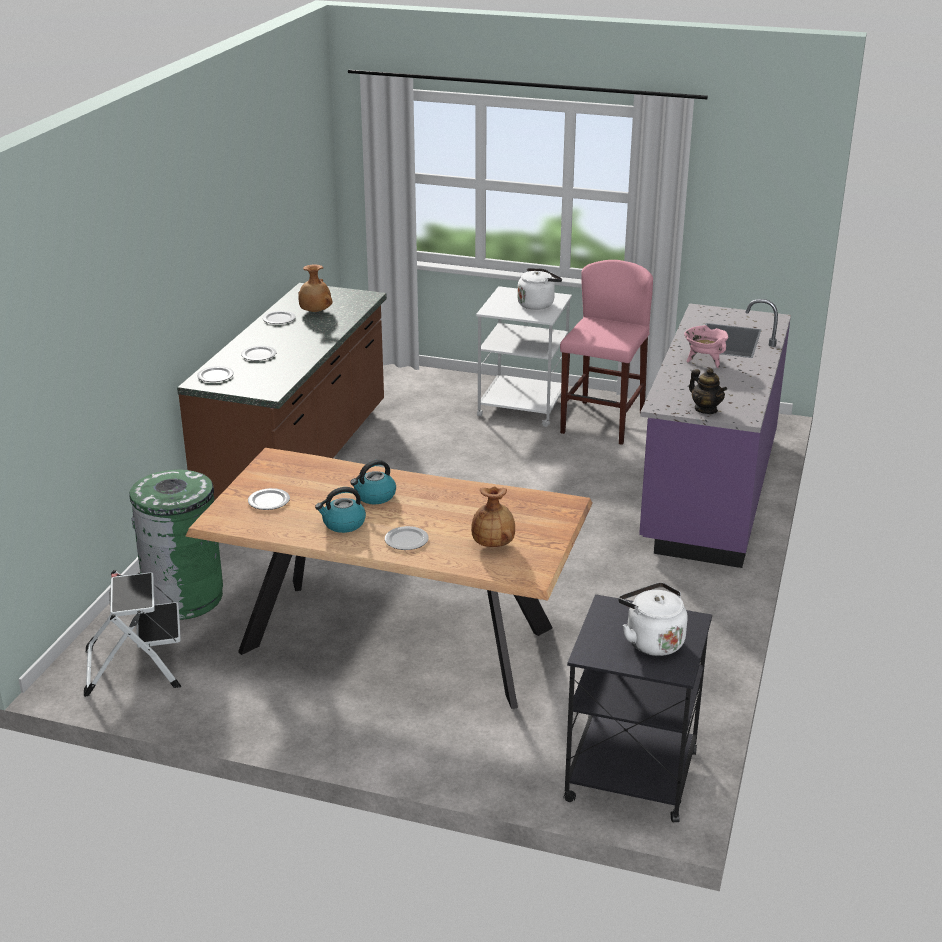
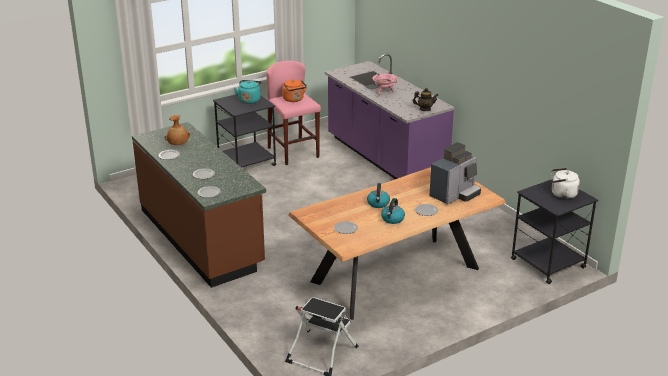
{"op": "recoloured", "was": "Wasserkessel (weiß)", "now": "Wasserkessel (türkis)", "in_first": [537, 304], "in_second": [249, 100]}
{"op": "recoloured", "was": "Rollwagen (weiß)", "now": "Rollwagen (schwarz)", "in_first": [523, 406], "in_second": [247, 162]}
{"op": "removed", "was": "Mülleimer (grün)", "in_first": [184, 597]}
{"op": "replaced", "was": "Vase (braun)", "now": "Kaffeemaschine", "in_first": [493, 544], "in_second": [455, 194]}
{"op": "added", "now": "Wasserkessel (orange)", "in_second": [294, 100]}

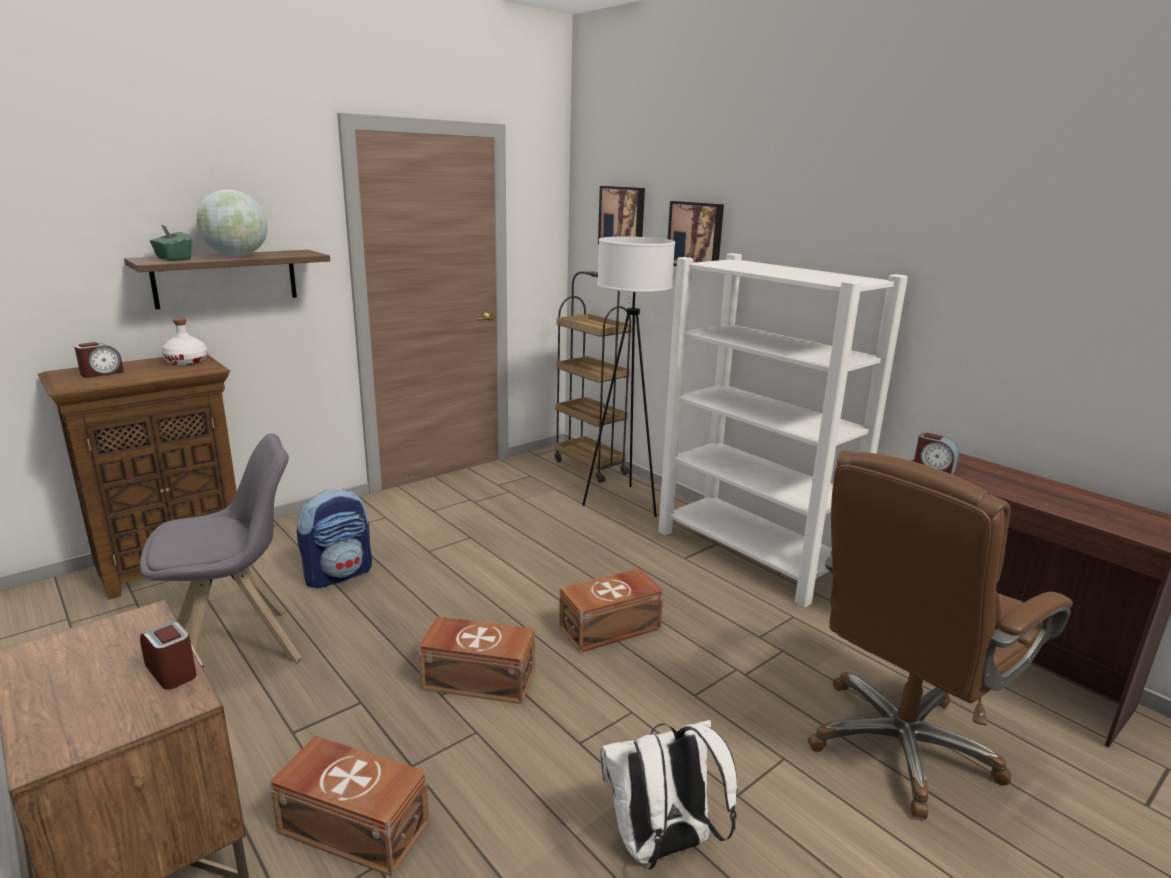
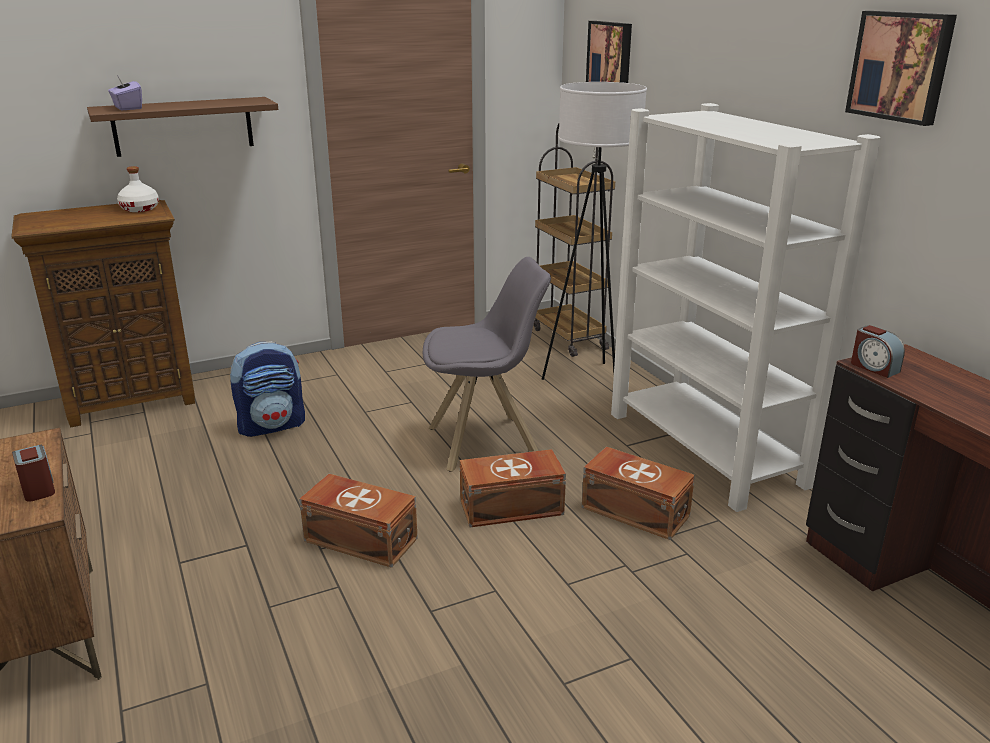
{"op": "removed", "was": "Globus", "in_first": [236, 256]}
{"op": "moved", "was": "Bild", "in_first": [696, 235], "in_second": [901, 66]}
{"op": "recoloured", "was": "Taschentuchbox (grün)", "now": "Taschentuchbox (lila)", "in_first": [173, 259], "in_second": [127, 108]}
{"op": "removed", "was": "Wecker", "in_first": [102, 373]}
{"op": "moved", "was": "Stuhl (grau)", "in_first": [237, 649], "in_second": [484, 442]}
{"op": "removed", "was": "Bürostuhl (braun)", "in_first": [902, 741]}
{"op": "removed", "was": "Rucksack (weiß)", "in_first": [661, 847]}
{"op": "moved", "was": "Aufbewahrungsbox (braun)", "in_first": [353, 825], "in_second": [634, 510]}

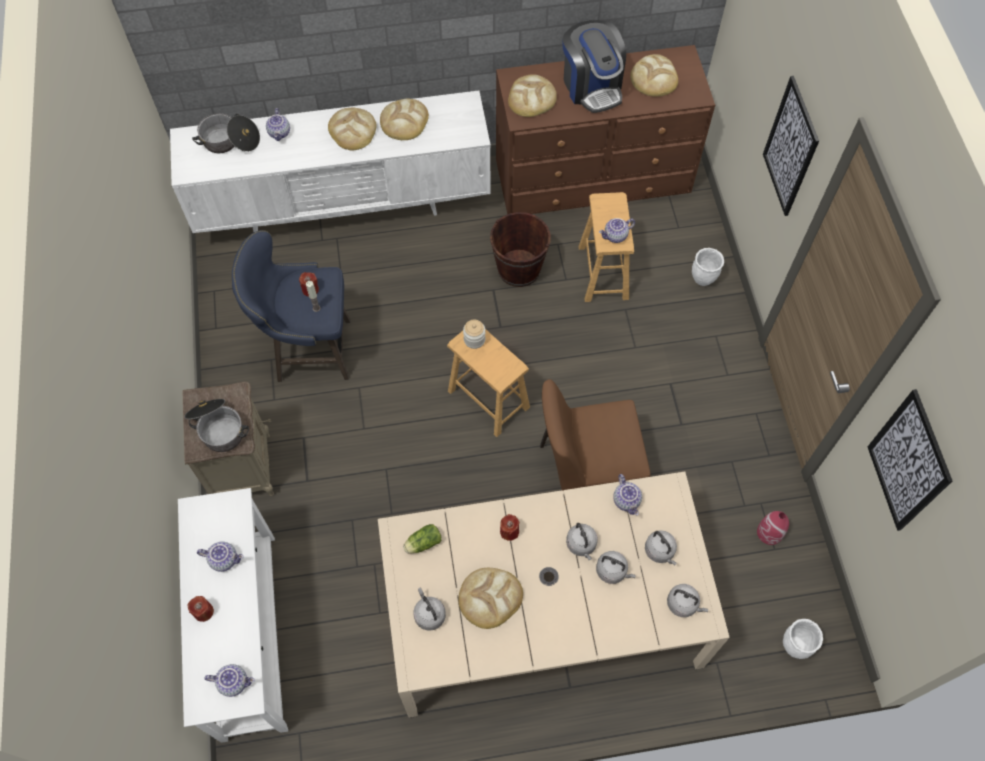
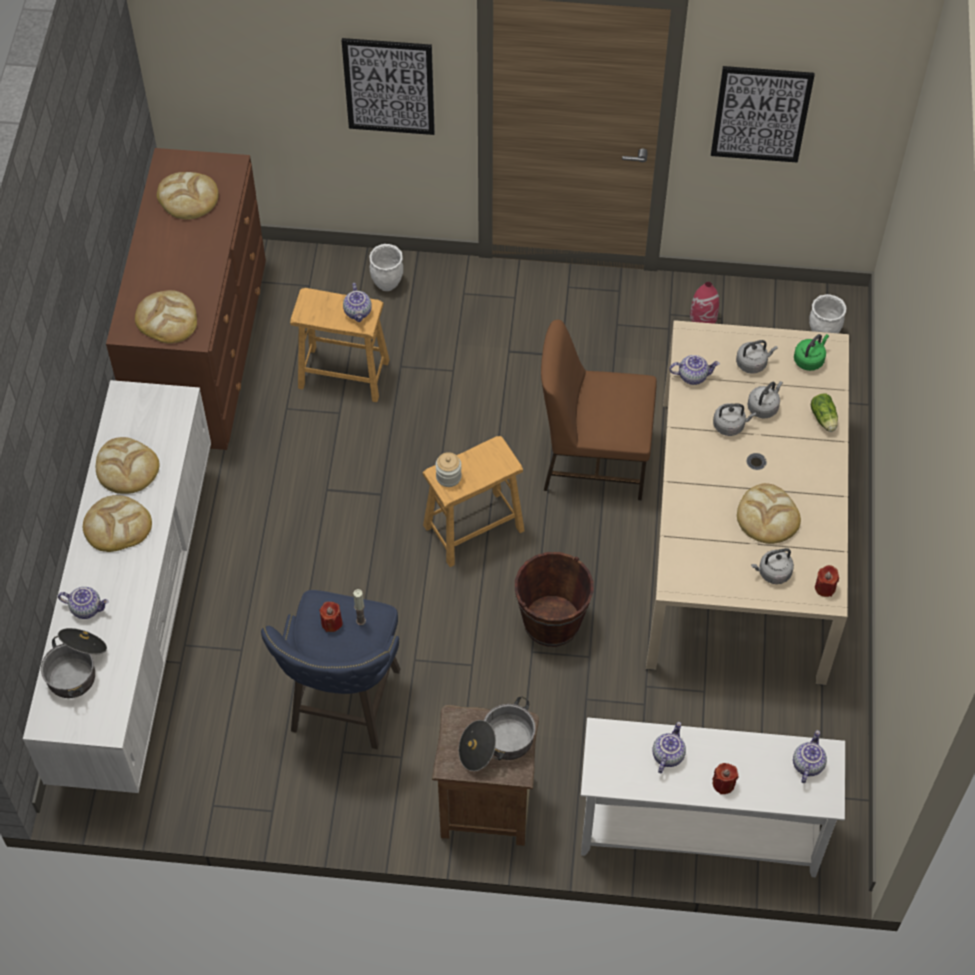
{"op": "removed", "was": "Kaffeemaschine", "in_first": [592, 86]}
{"op": "moved", "was": "Eimer (braun)", "in_first": [519, 269], "in_second": [552, 622]}
{"op": "turned", "was": "Stuhl (braun)", "in_first": [586, 473], "in_second": [593, 457], "clockwise": 90}
{"op": "moved", "was": "Kerze (rot)", "in_first": [509, 531], "in_second": [825, 587]}
{"op": "moved", "was": "Salatkopf", "in_first": [422, 543], "in_second": [824, 419]}
{"op": "recoloured", "was": "Wasserkessel (grau)", "now": "Wasserkessel (grün)", "in_first": [683, 604], "in_second": [809, 359]}

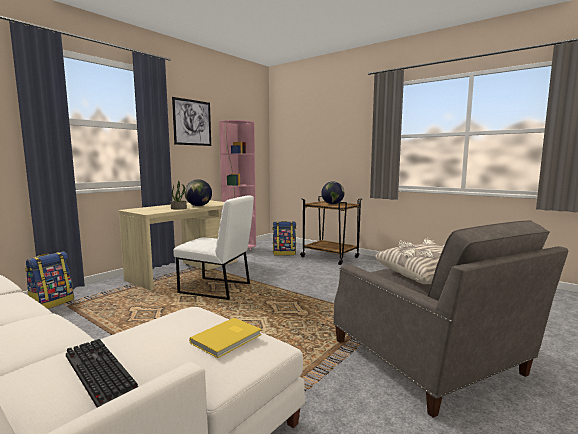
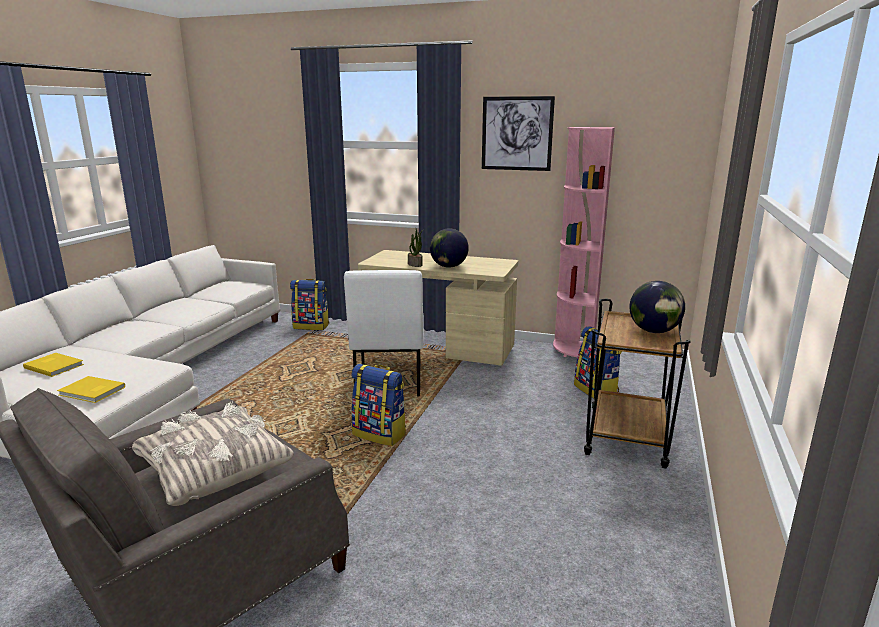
{"op": "replaced", "was": "Tastatur", "now": "Buch (gelb)", "in_first": [96, 373], "in_second": [54, 365]}
{"op": "added", "now": "Rucksack", "in_second": [380, 434]}

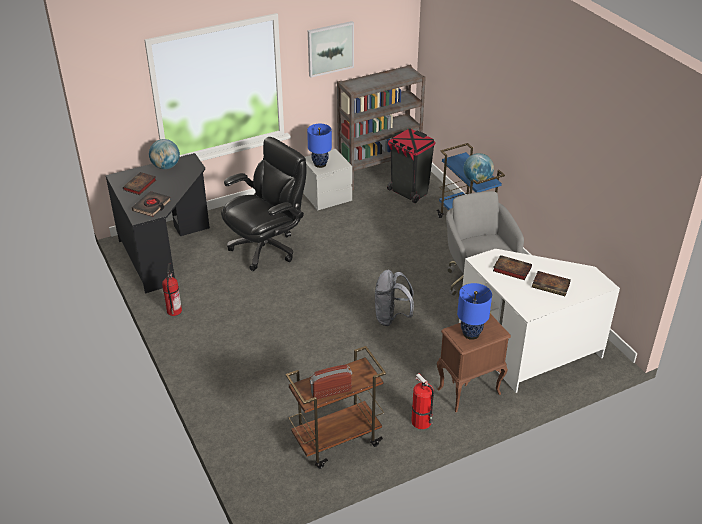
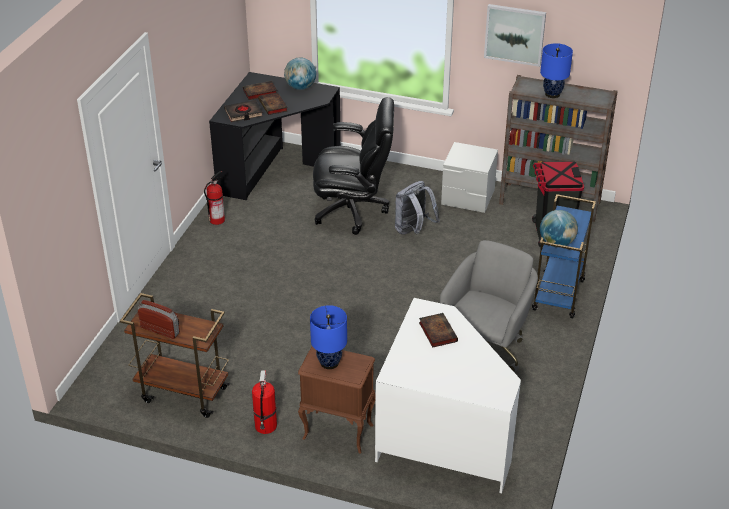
{"op": "moved", "was": "Tischlampe (blau)", "in_first": [320, 164], "in_second": [552, 94]}
{"op": "moved", "was": "Rucksack (grau)", "in_first": [391, 317], "in_second": [413, 231]}
{"op": "moved", "was": "Buch", "in_first": [551, 285], "in_second": [273, 106]}

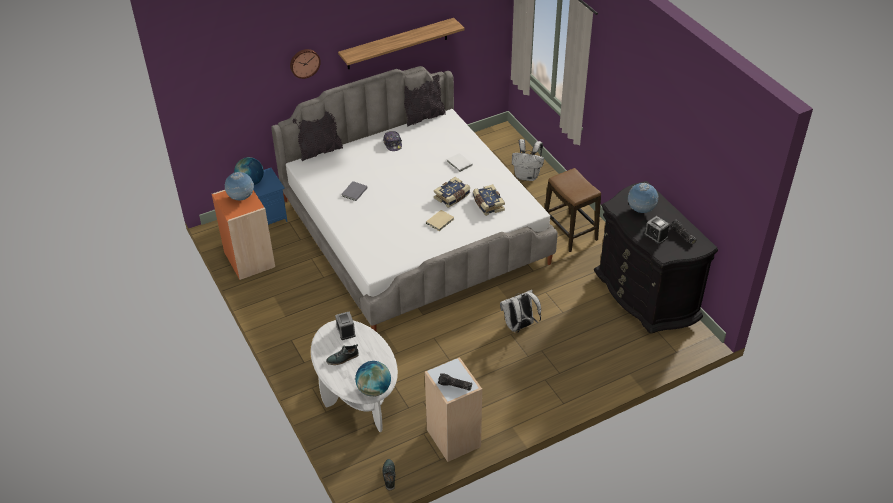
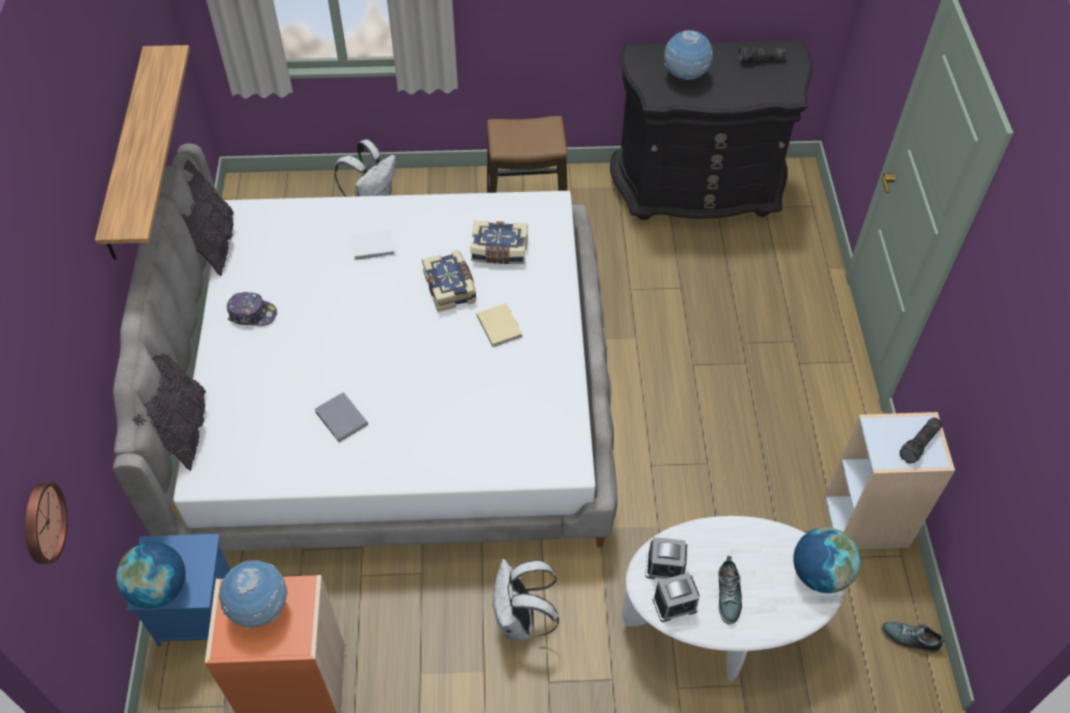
{"op": "moved", "was": "Wanduhr", "in_first": [304, 63], "in_second": [41, 523]}
{"op": "moved", "was": "Wecker", "in_first": [655, 236], "in_second": [674, 604]}
{"op": "moved", "was": "Rucksack (weiß)", "in_first": [519, 326], "in_second": [520, 621]}

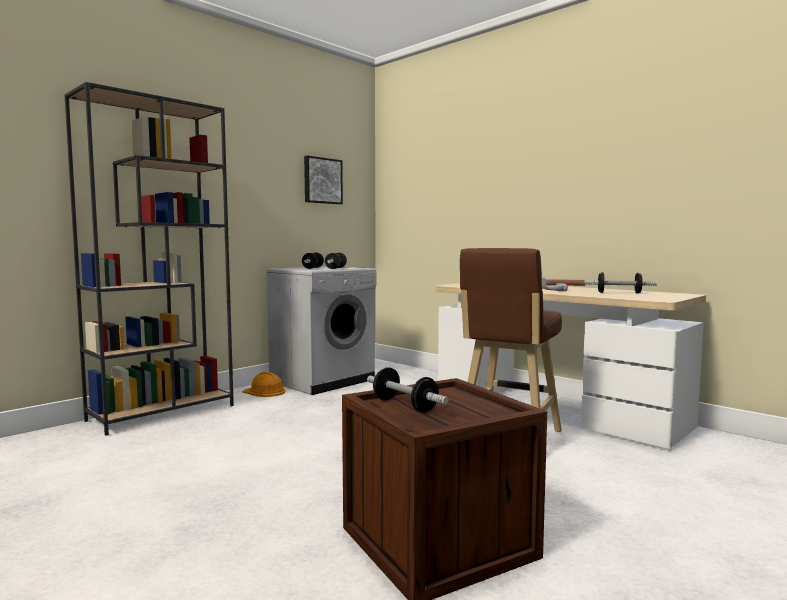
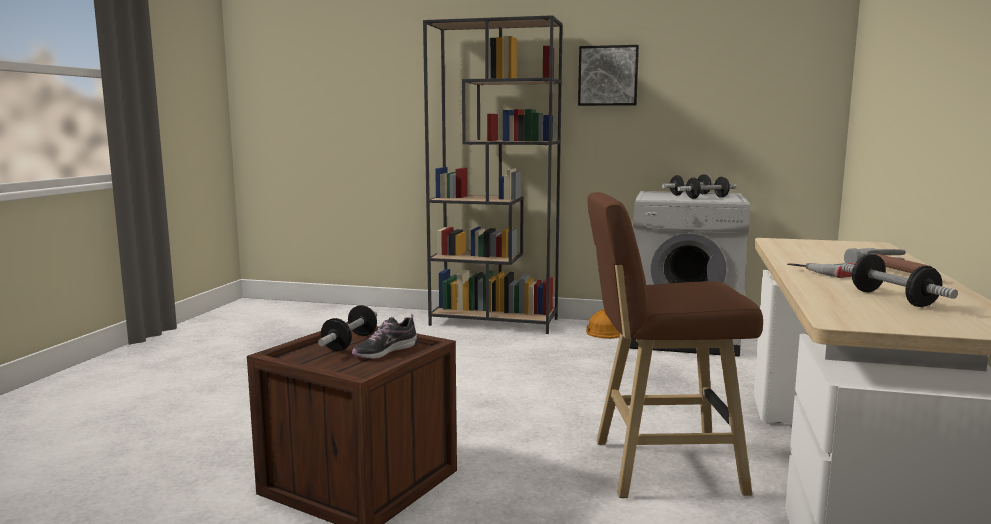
{"op": "moved", "was": "Bild", "in_first": [322, 181], "in_second": [608, 76]}
{"op": "added", "now": "Schuh", "in_second": [385, 352]}

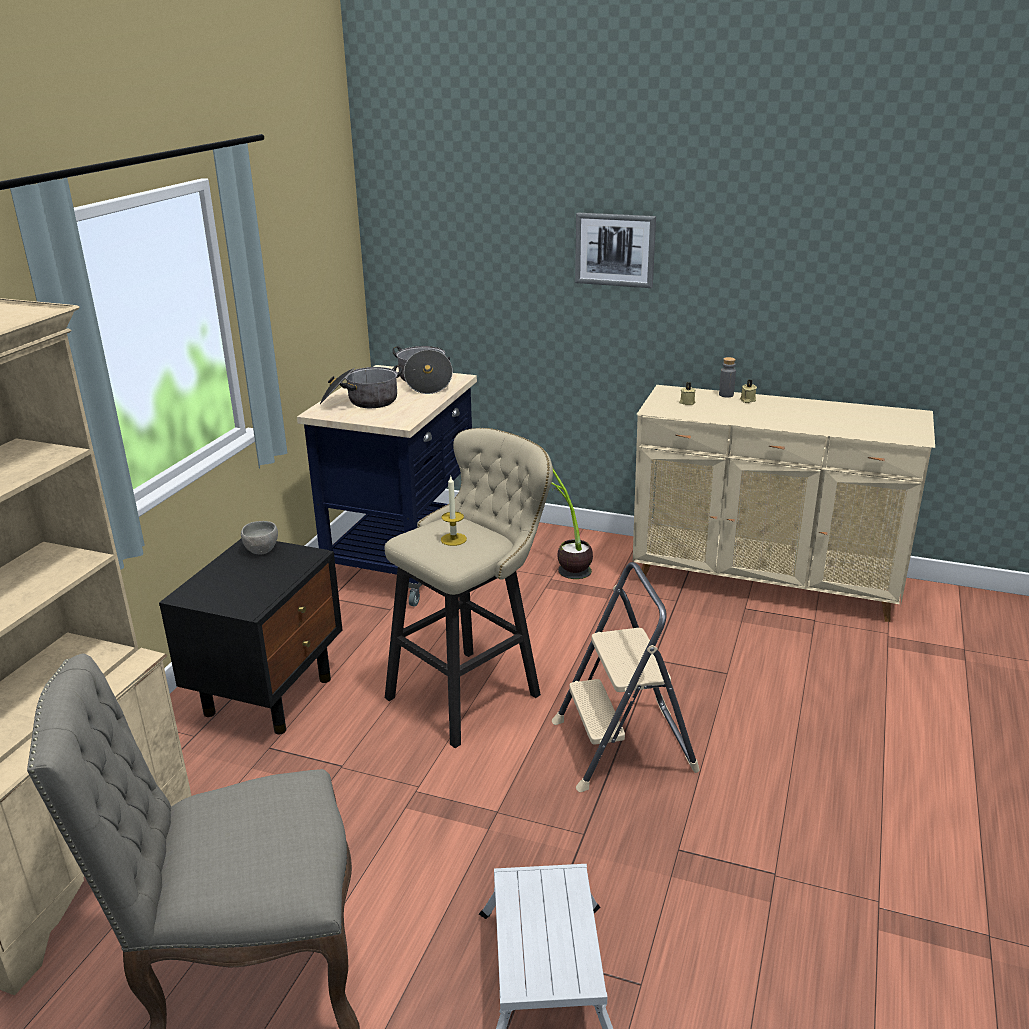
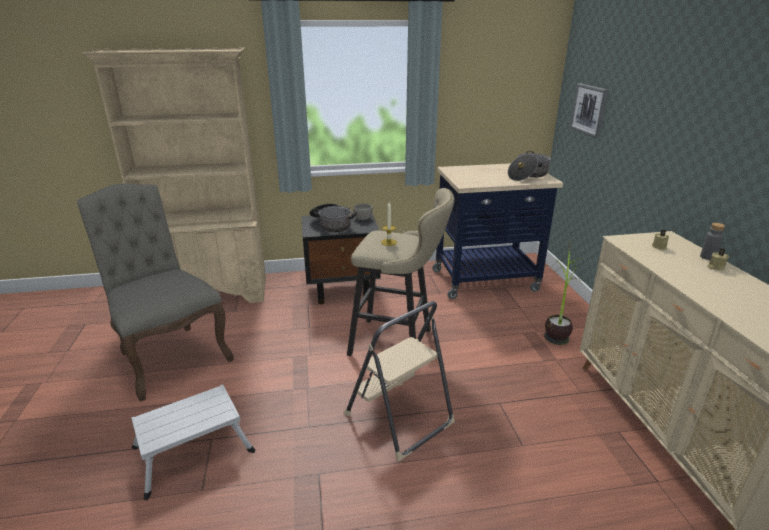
{"op": "moved", "was": "Bild", "in_first": [615, 249], "in_second": [589, 110]}
{"op": "moved", "was": "Kochtopf", "in_first": [361, 402], "in_second": [332, 225]}

